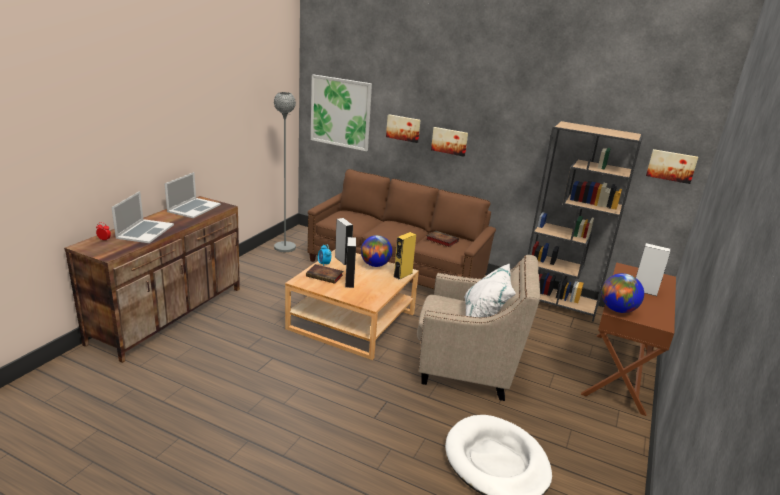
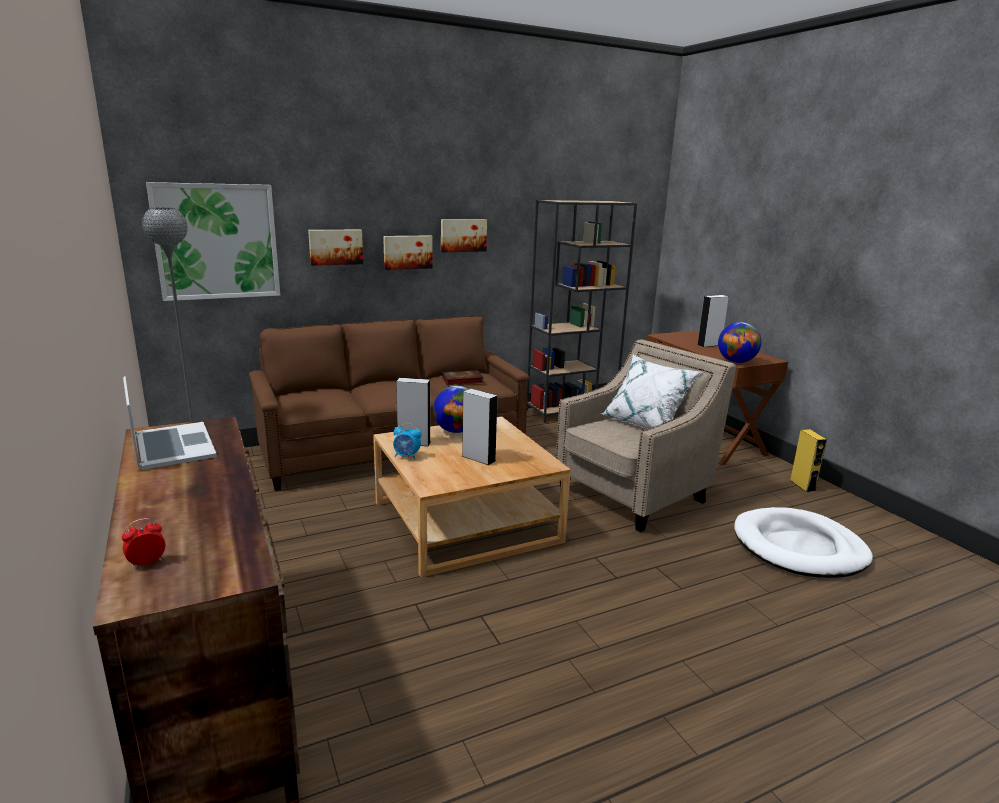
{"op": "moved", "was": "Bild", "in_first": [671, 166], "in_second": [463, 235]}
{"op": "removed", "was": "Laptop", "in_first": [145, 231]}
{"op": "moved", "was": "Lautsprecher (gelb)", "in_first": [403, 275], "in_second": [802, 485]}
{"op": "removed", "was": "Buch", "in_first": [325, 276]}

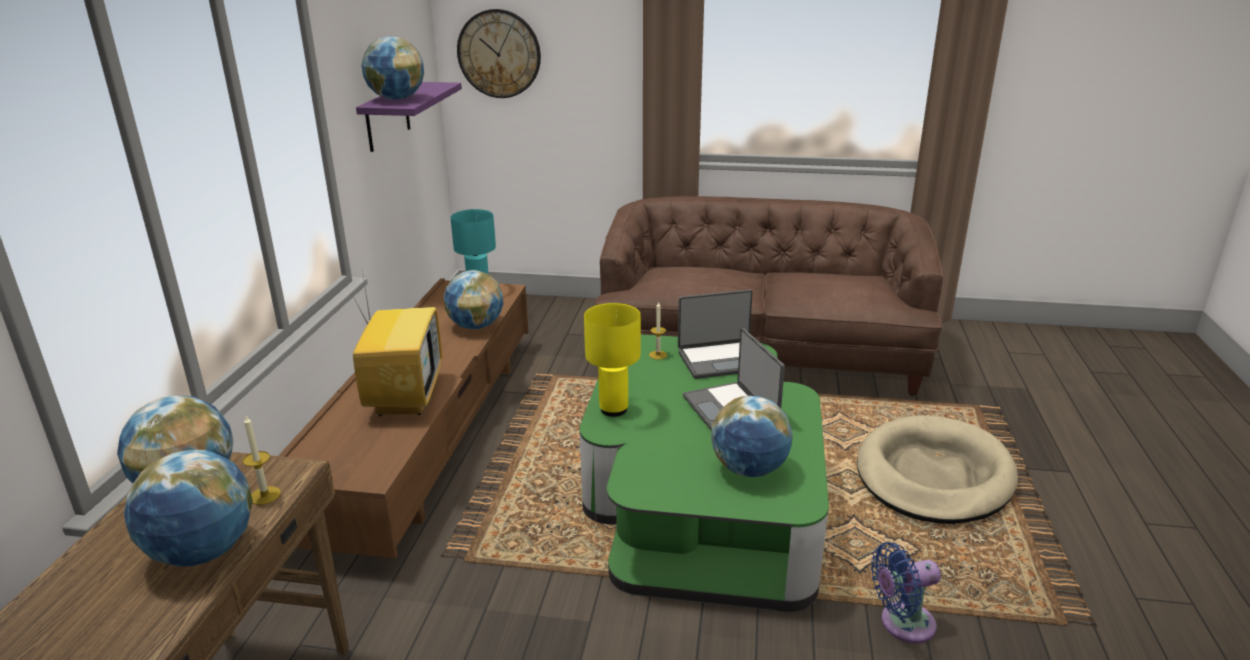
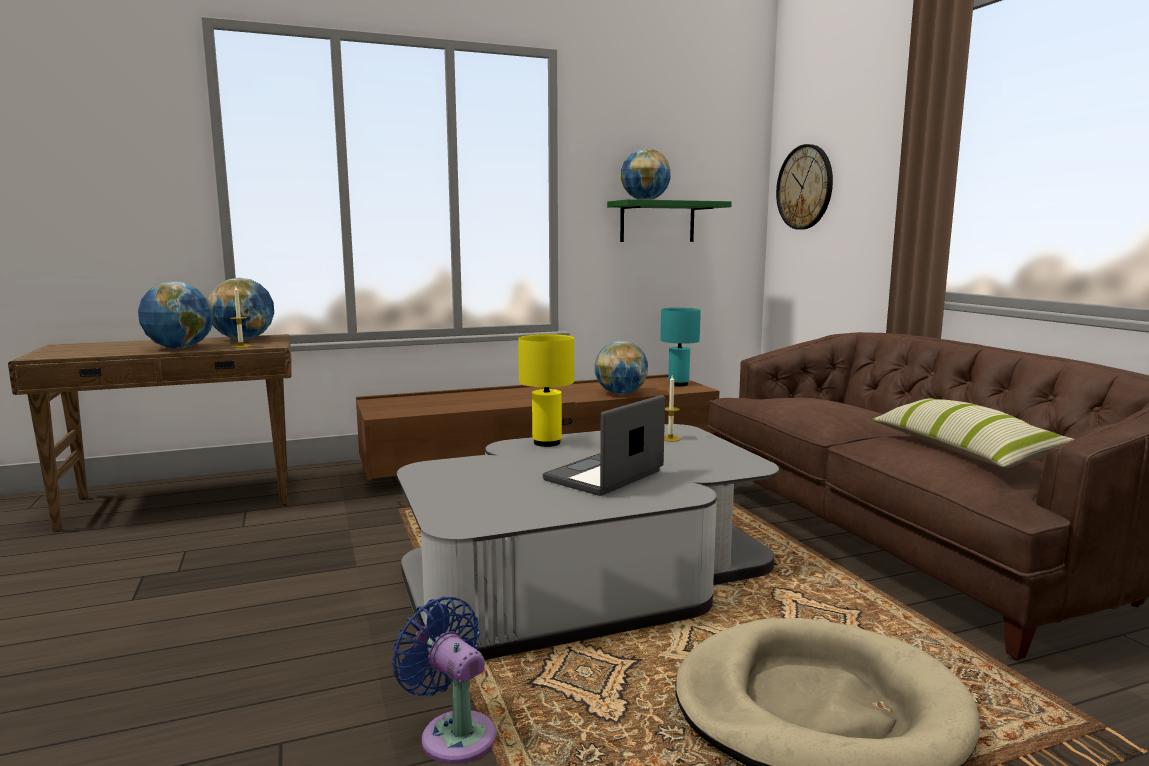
{"op": "recoloured", "was": "Wandregal (lila)", "now": "Wandregal (grün)", "in_first": [387, 116], "in_second": [657, 222]}
{"op": "removed", "was": "Fernseher", "in_first": [404, 396]}
{"op": "removed", "was": "Laptop", "in_first": [722, 360]}
{"op": "recoloured", "was": "Couchtisch (grün)", "now": "Couchtisch (grau)", "in_first": [700, 488], "in_second": [590, 567]}
{"op": "removed", "was": "Globus", "in_first": [749, 469]}
{"op": "added", "now": "Kissen", "in_second": [962, 450]}

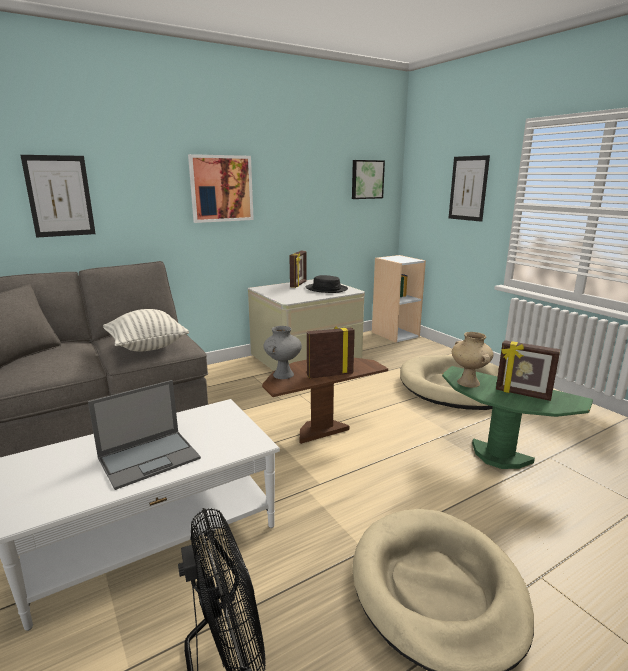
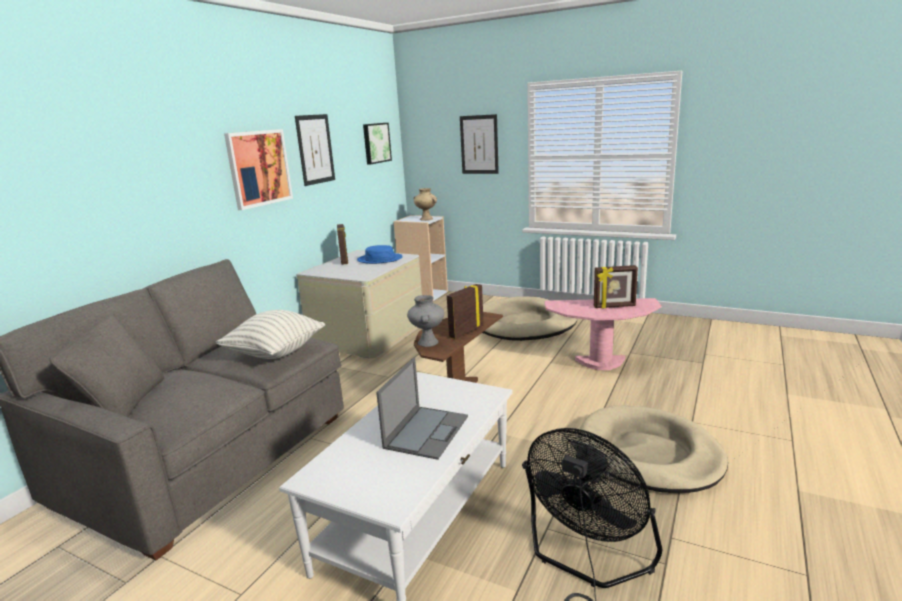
{"op": "moved", "was": "Bild", "in_first": [59, 196], "in_second": [315, 149]}
{"op": "recoloured", "was": "Hut (schwarz)", "now": "Hut (blau)", "in_first": [326, 289], "in_second": [380, 259]}
{"op": "moved", "was": "Vase (beige)", "in_first": [469, 383], "in_second": [427, 219]}
{"op": "recoloured", "was": "Beistelltisch (grün)", "now": "Beistelltisch (rosa)", "in_first": [499, 457], "in_second": [601, 363]}

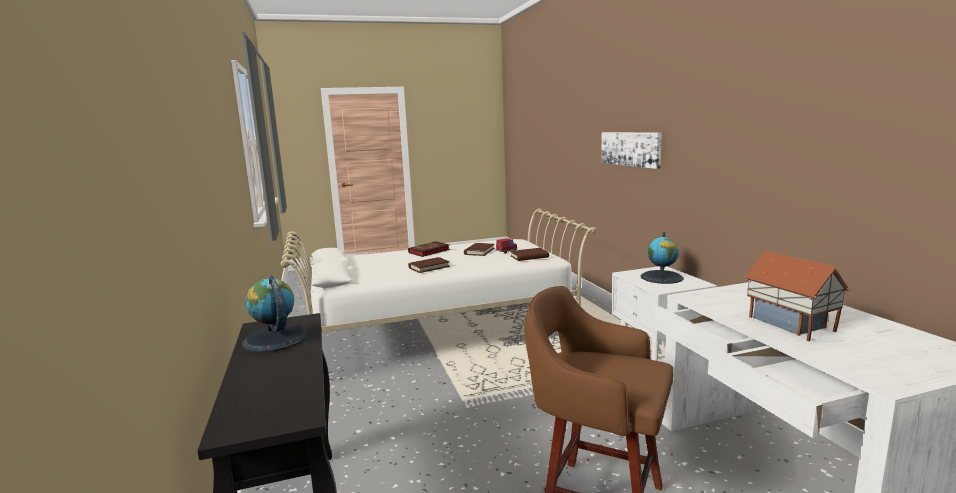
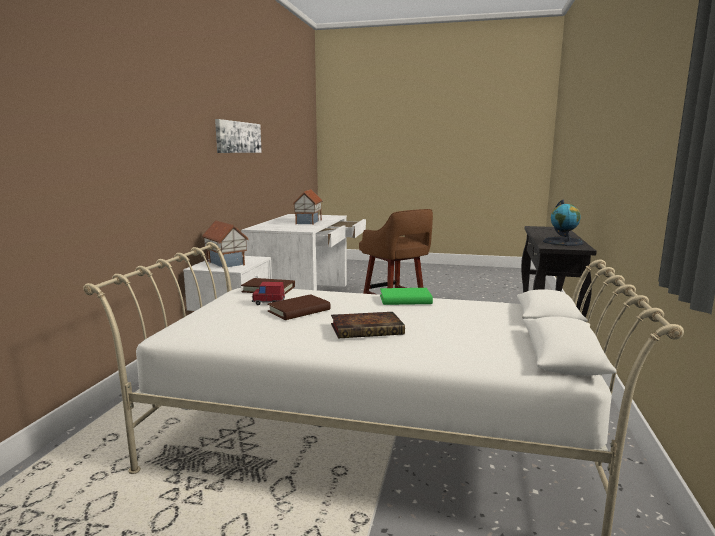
{"op": "moved", "was": "Bild", "in_first": [630, 148], "in_second": [238, 137]}
{"op": "replaced", "was": "Globus", "now": "Spielzeughaus", "in_first": [661, 277], "in_second": [227, 263]}
{"op": "recoloured", "was": "Buch (braun)", "now": "Buch (grün)", "in_first": [429, 267], "in_second": [405, 300]}

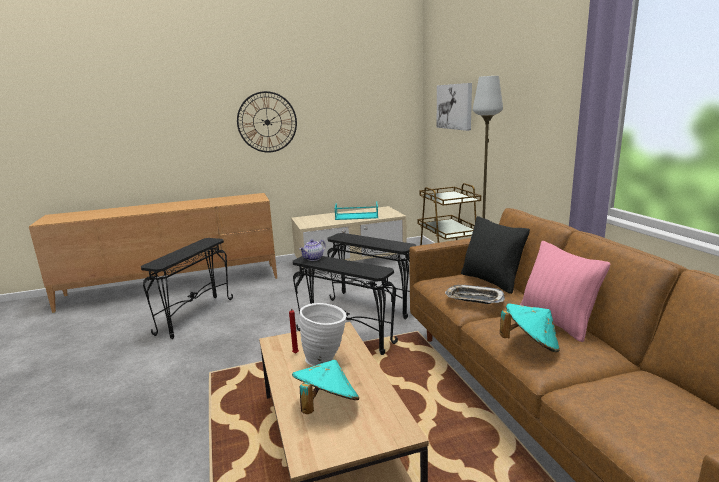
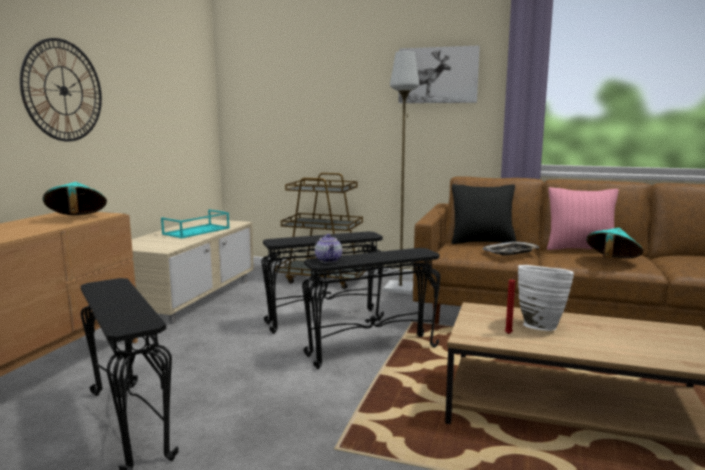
{"op": "moved", "was": "Bild", "in_first": [454, 106], "in_second": [438, 75]}
{"op": "moved", "was": "Hut (türkis)", "in_first": [326, 405], "in_second": [76, 218]}

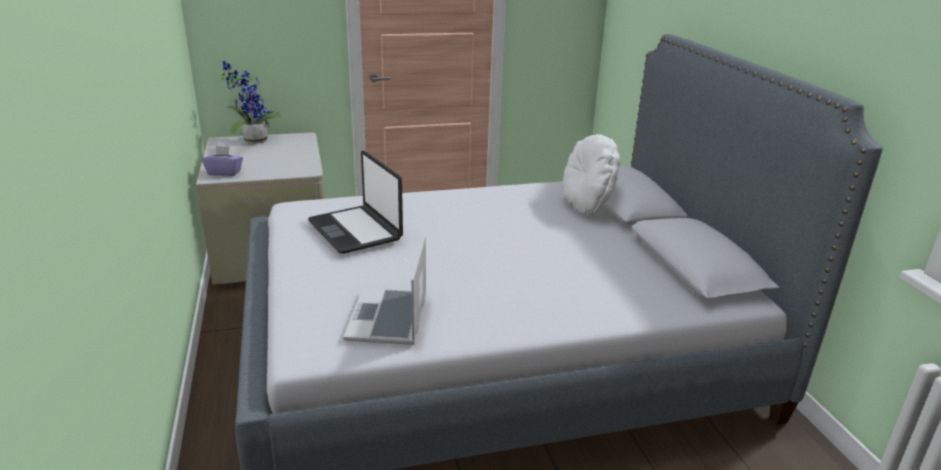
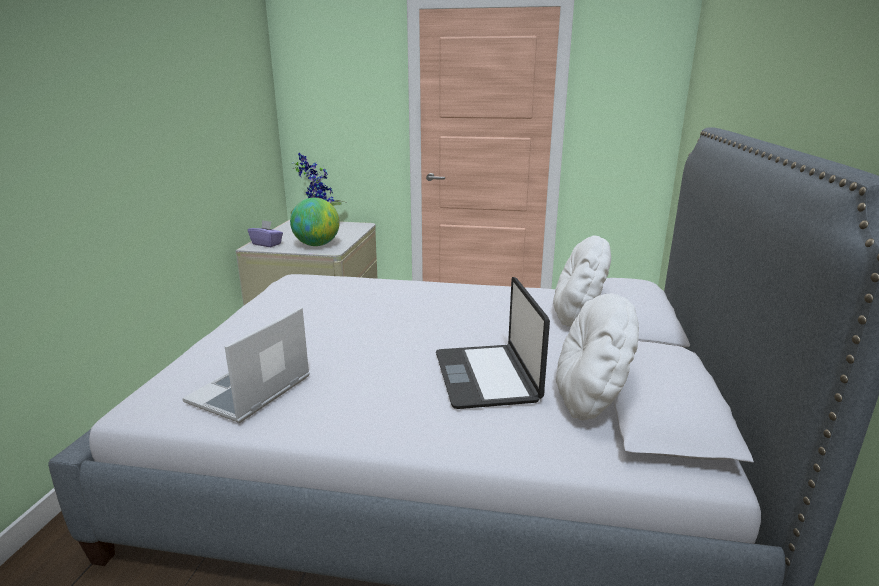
{"op": "moved", "was": "Laptop", "in_first": [356, 230], "in_second": [487, 377]}
{"op": "added", "now": "Globus", "in_second": [317, 245]}
{"op": "added", "now": "Kissen (weiß)", "in_second": [589, 403]}

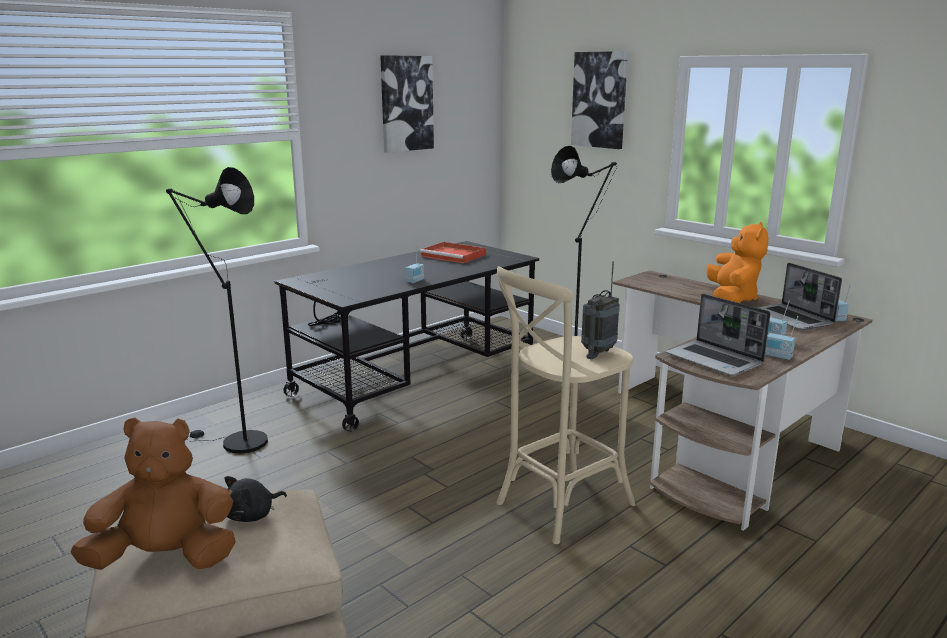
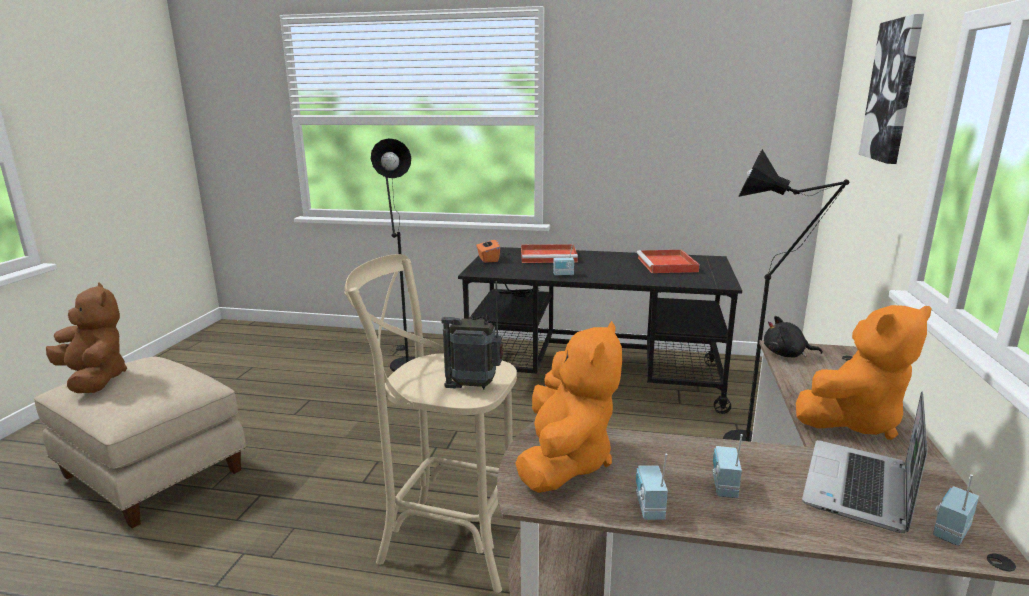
{"op": "removed", "was": "Bild", "in_first": [406, 103]}
{"op": "replaced", "was": "Laptop", "now": "Plüschtier (orange)", "in_first": [715, 360], "in_second": [565, 461]}
{"op": "moved", "was": "Plüschtier (schwarz)", "in_first": [252, 515], "in_second": [786, 354]}
{"op": "added", "now": "Taschentuchbox (orange)", "in_second": [488, 259]}
{"op": "added", "now": "Tablett (rot)", "in_second": [549, 256]}

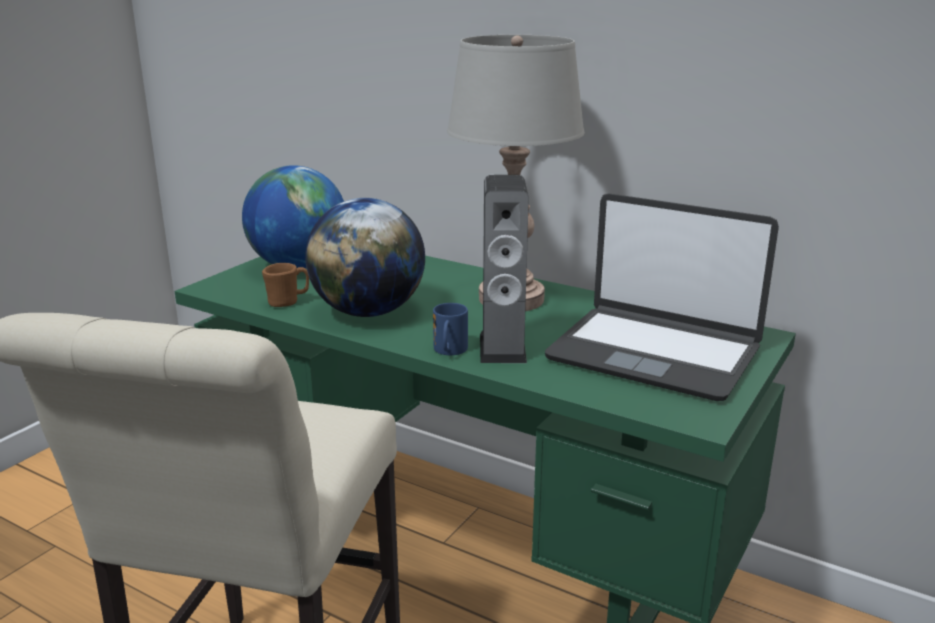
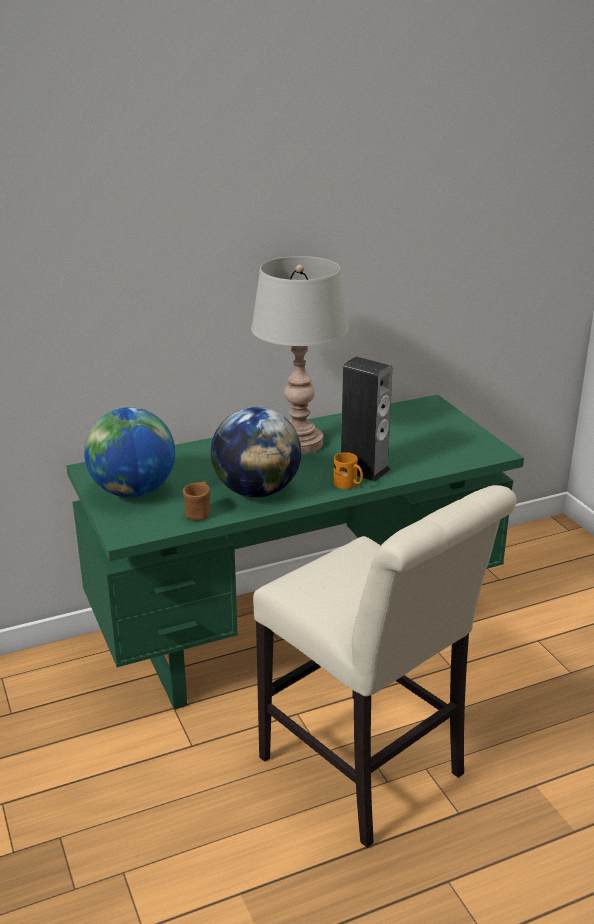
{"op": "removed", "was": "Laptop", "in_first": [654, 353]}
{"op": "recoloured", "was": "Henkelbecher (blau)", "now": "Henkelbecher (orange)", "in_first": [449, 351], "in_second": [349, 485]}

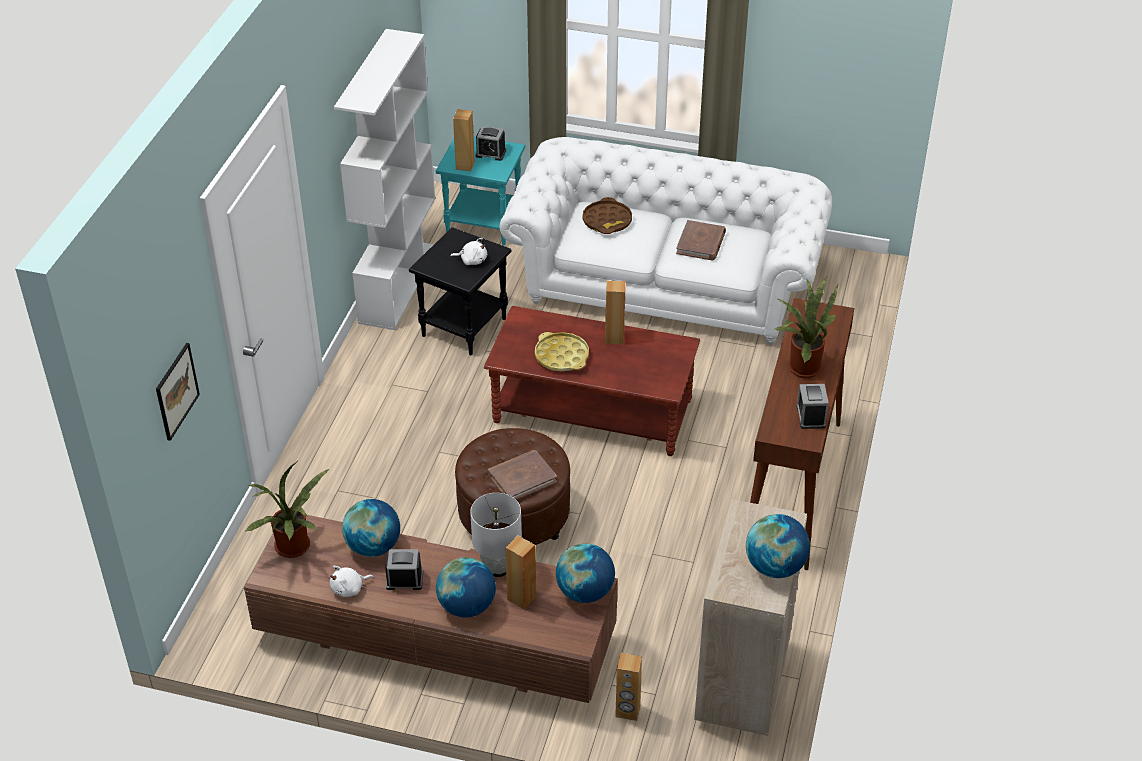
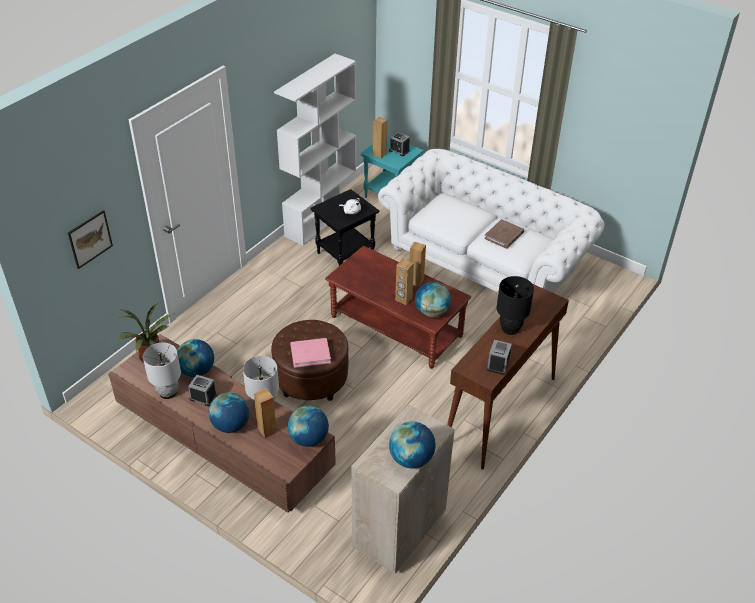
{"op": "removed", "was": "Tablett (braun)", "in_first": [607, 221]}
{"op": "replaced", "was": "Topfpflanze", "now": "Tischlampe (schwarz)", "in_first": [801, 366], "in_second": [510, 329]}
{"op": "removed", "was": "Tablett (gelb)", "in_first": [561, 356]}
{"op": "recoloured", "was": "Buch (braun)", "now": "Buch (rosa)", "in_first": [522, 478], "in_second": [310, 354]}
{"op": "replaced", "was": "Plüschtier (weiß)", "now": "Tischlampe (weiß)", "in_first": [349, 588], "in_second": [168, 392]}
{"op": "moved", "was": "Lautsprecher (braun)", "in_first": [627, 711], "in_second": [403, 299]}
{"op": "added", "now": "Globus", "in_second": [431, 312]}

